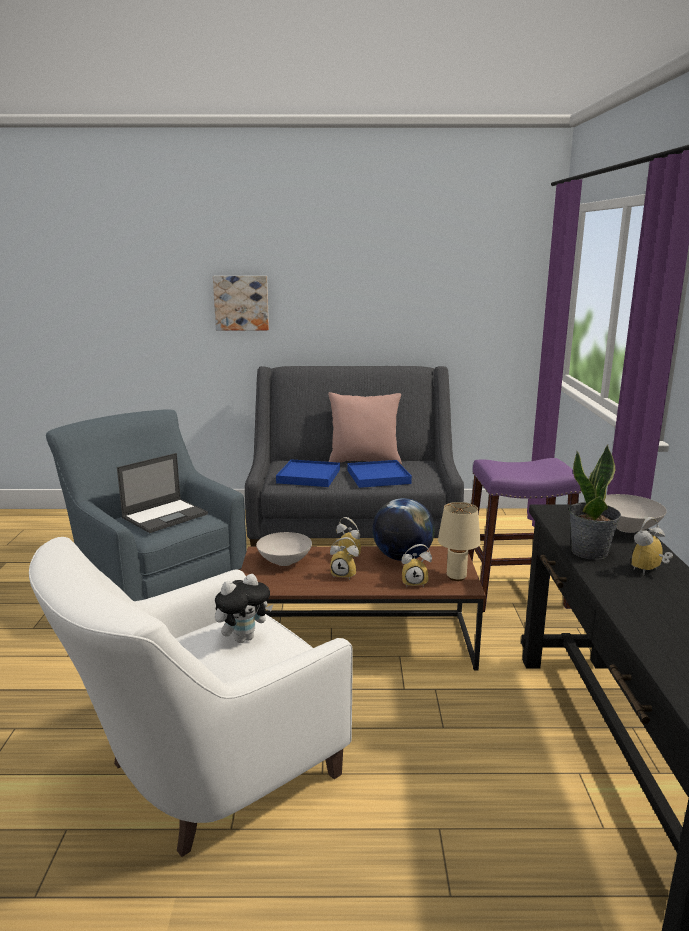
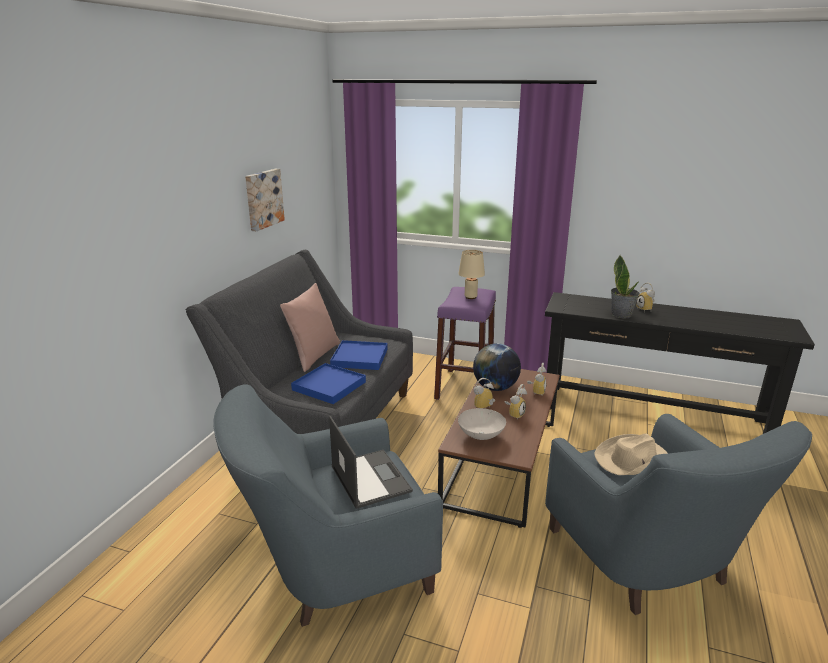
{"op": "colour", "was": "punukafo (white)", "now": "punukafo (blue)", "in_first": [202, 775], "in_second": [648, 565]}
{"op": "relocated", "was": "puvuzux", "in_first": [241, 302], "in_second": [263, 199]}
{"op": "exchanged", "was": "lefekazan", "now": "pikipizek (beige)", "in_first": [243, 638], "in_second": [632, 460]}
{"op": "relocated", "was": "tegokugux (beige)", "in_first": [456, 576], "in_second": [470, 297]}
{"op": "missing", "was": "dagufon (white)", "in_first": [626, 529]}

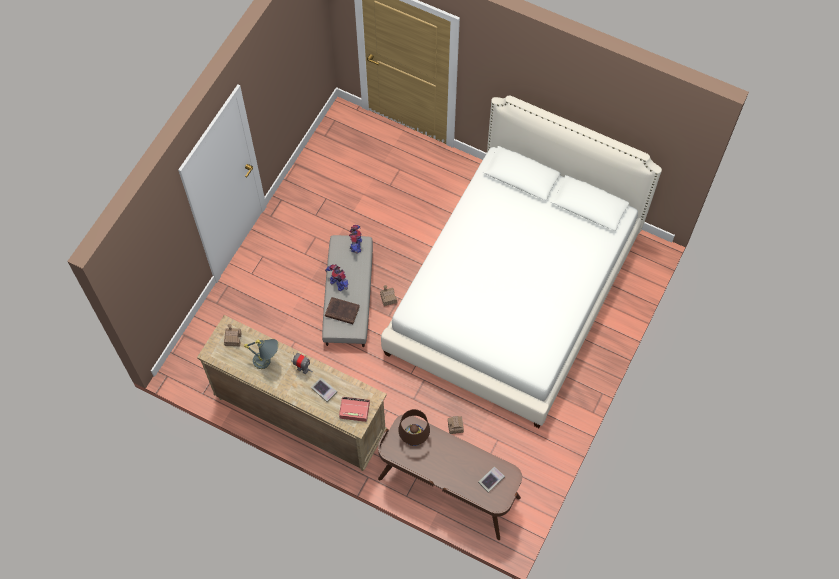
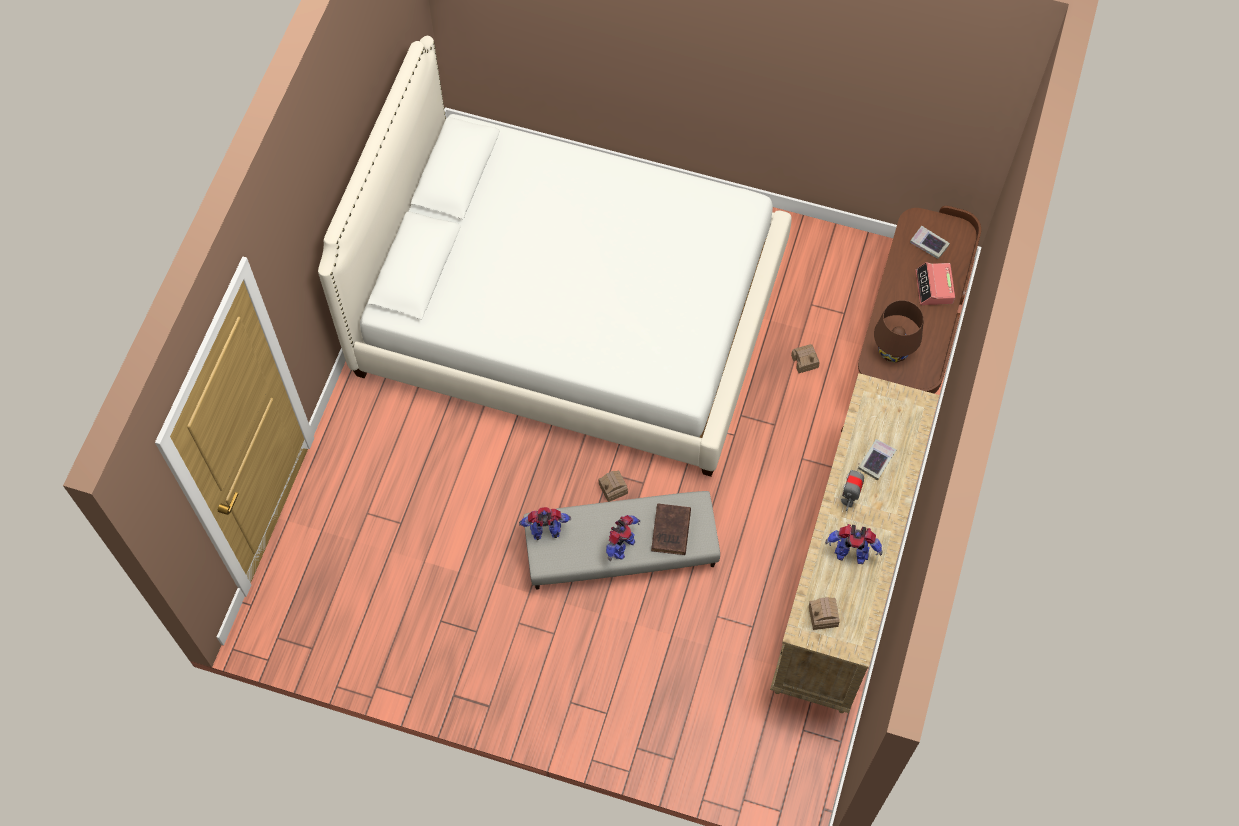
{"op": "exchanged", "was": "tegokugux (grey)", "now": "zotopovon", "in_first": [268, 362], "in_second": [851, 553]}
{"op": "relocated", "was": "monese", "in_first": [354, 409], "in_second": [934, 287]}

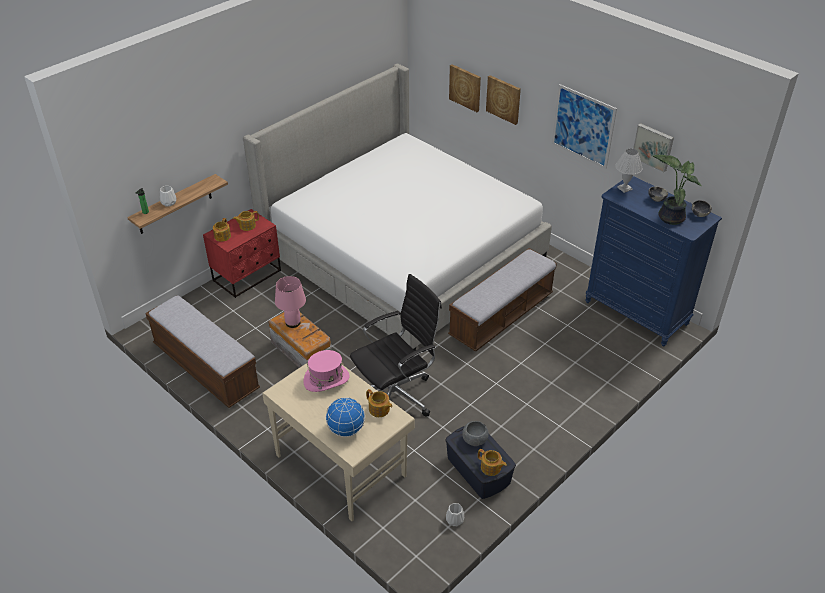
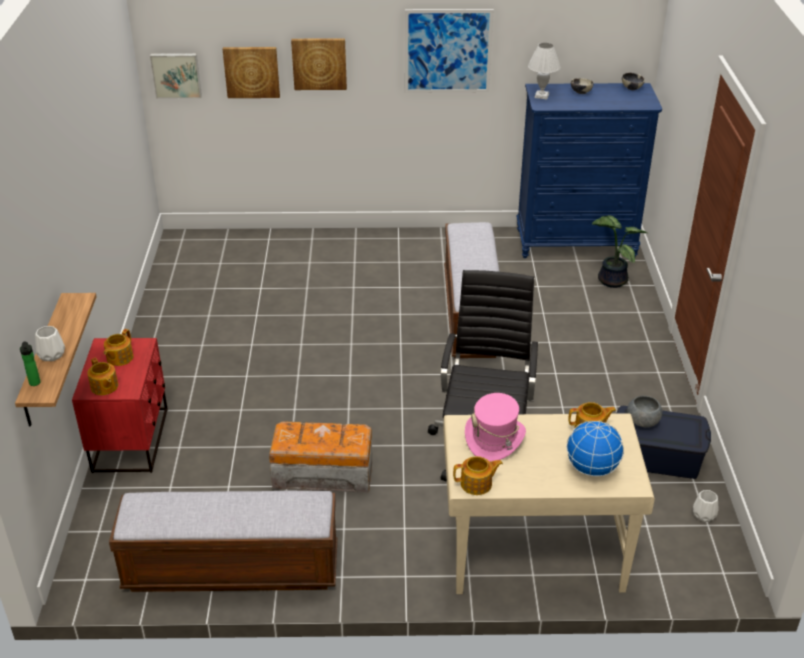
{"op": "missing", "was": "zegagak", "in_first": [403, 255]}
{"op": "missing", "was": "tegokugux (pink)", "in_first": [293, 322]}
{"op": "relocated", "was": "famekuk", "in_first": [491, 468], "in_second": [477, 484]}
{"op": "relocated", "was": "puvuzux", "in_first": [653, 146], "in_second": [176, 75]}
{"op": "relocated", "was": "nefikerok", "in_first": [670, 217], "in_second": [610, 280]}

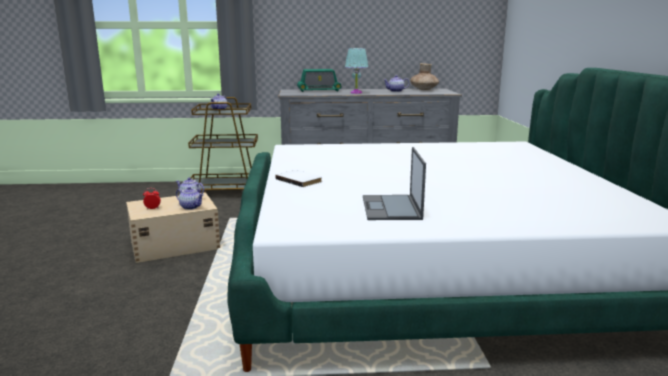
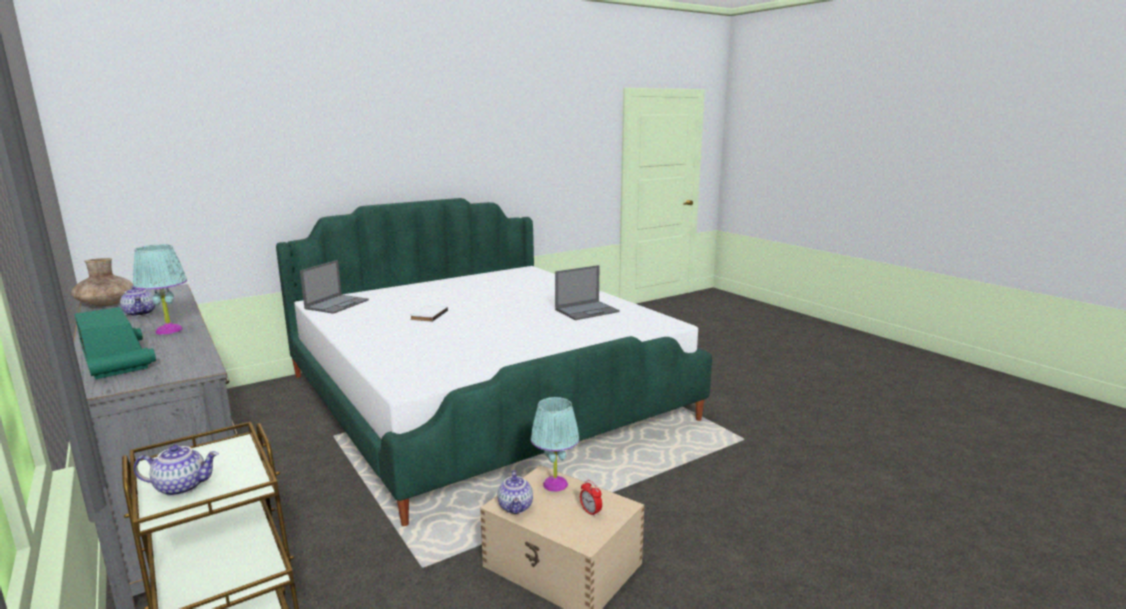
{"op": "exchanged", "was": "famekuk", "now": "tegokugux (turquoise)", "in_first": [191, 207], "in_second": [555, 484]}
{"op": "relocated", "was": "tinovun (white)", "in_first": [300, 180], "in_second": [428, 315]}
{"op": "appeared", "now": "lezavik", "in_second": [337, 304]}

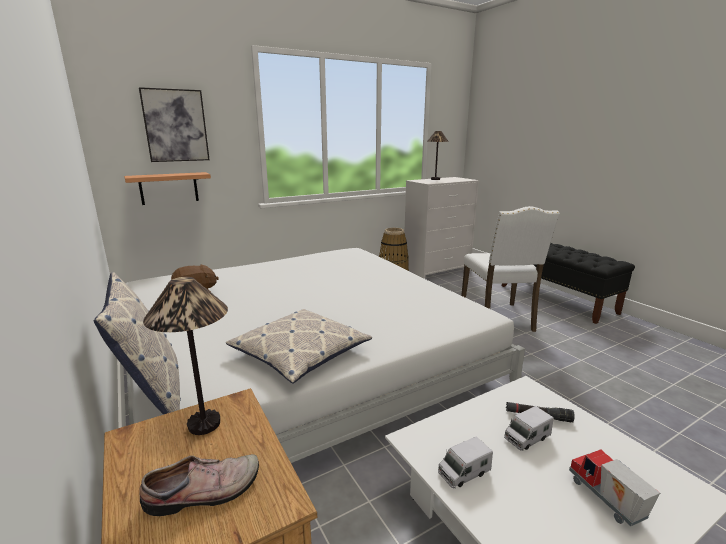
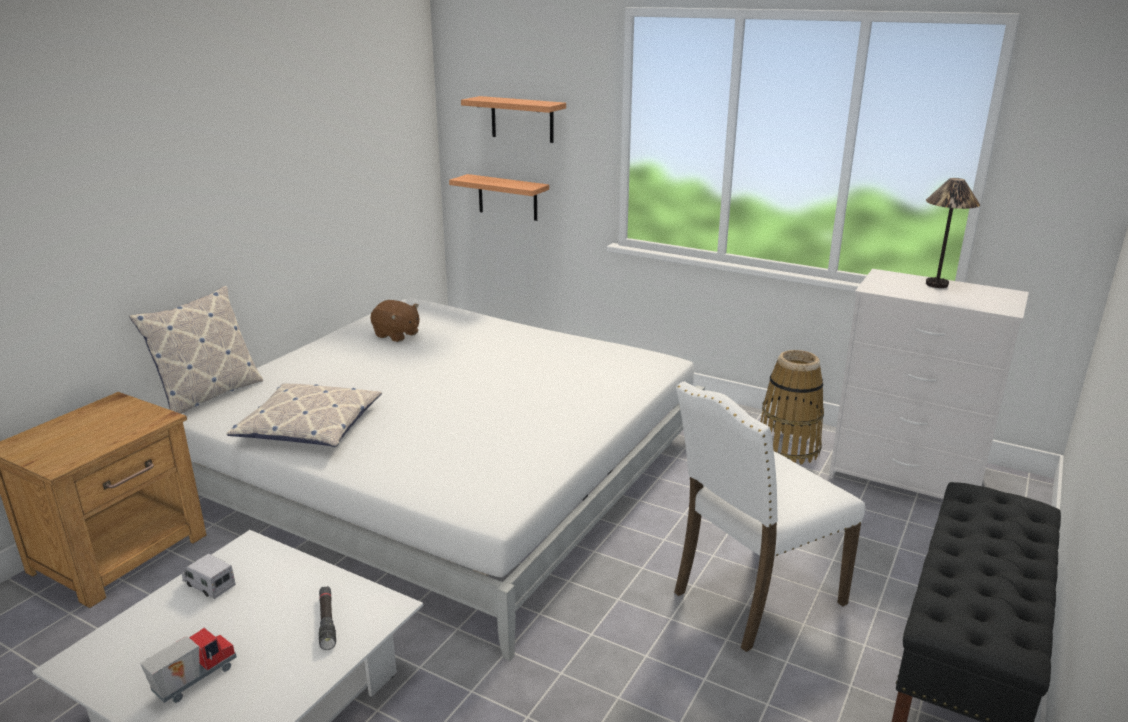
{"op": "exchanged", "was": "puvuzux", "now": "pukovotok", "in_first": [175, 126], "in_second": [522, 119]}
{"op": "missing", "was": "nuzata", "in_first": [205, 493]}
{"op": "missing", "was": "tegokugux", "in_first": [204, 423]}
{"op": "missing", "was": "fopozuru", "in_first": [526, 438]}

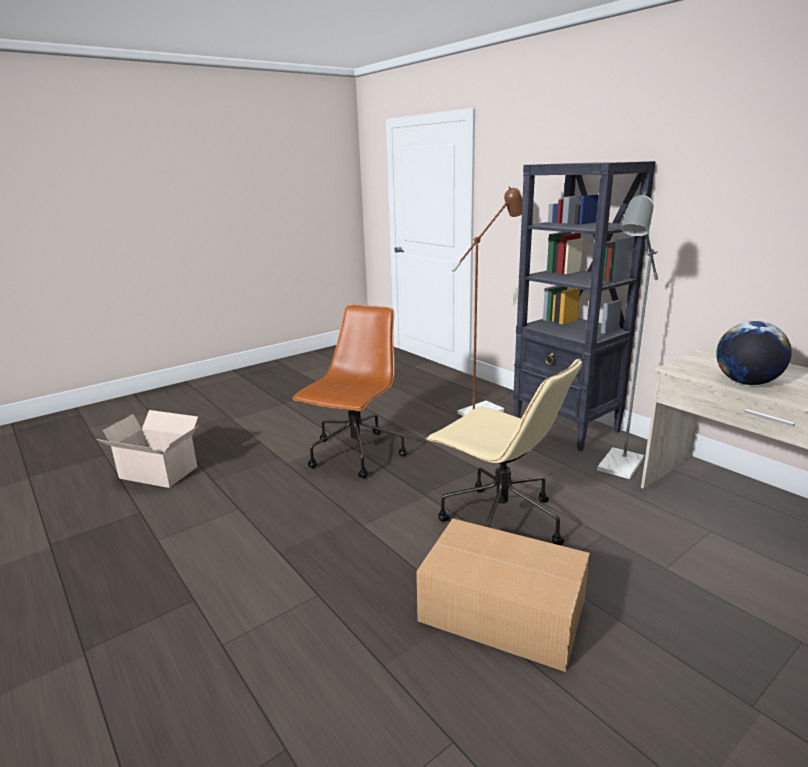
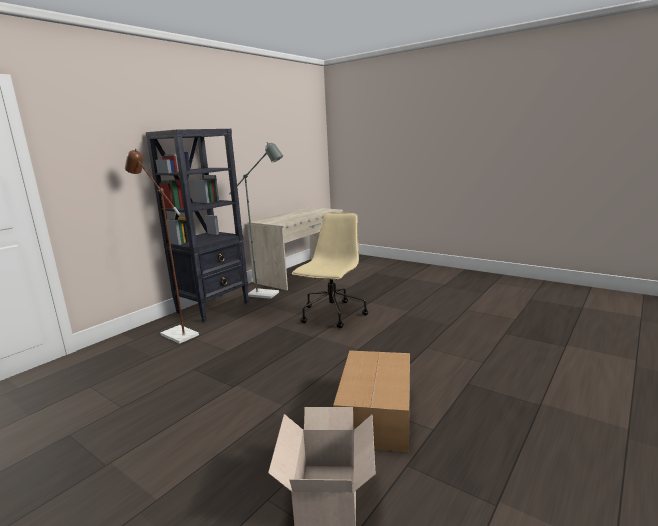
{"op": "missing", "was": "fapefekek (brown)", "in_first": [356, 455]}
{"op": "relocated", "was": "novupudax", "in_first": [500, 610], "in_second": [375, 415]}
{"op": "missing", "was": "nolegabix", "in_first": [746, 382]}

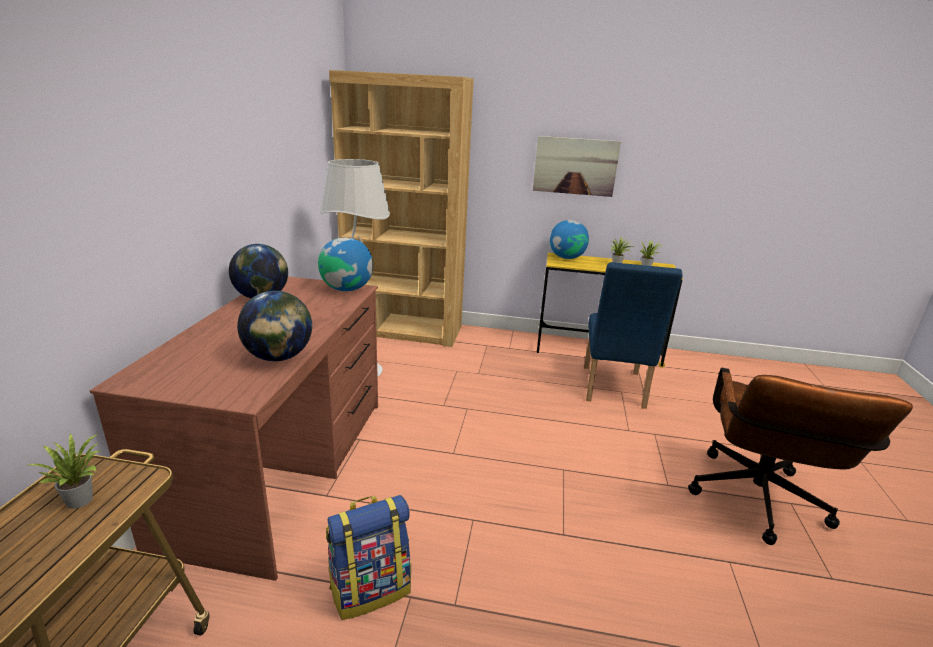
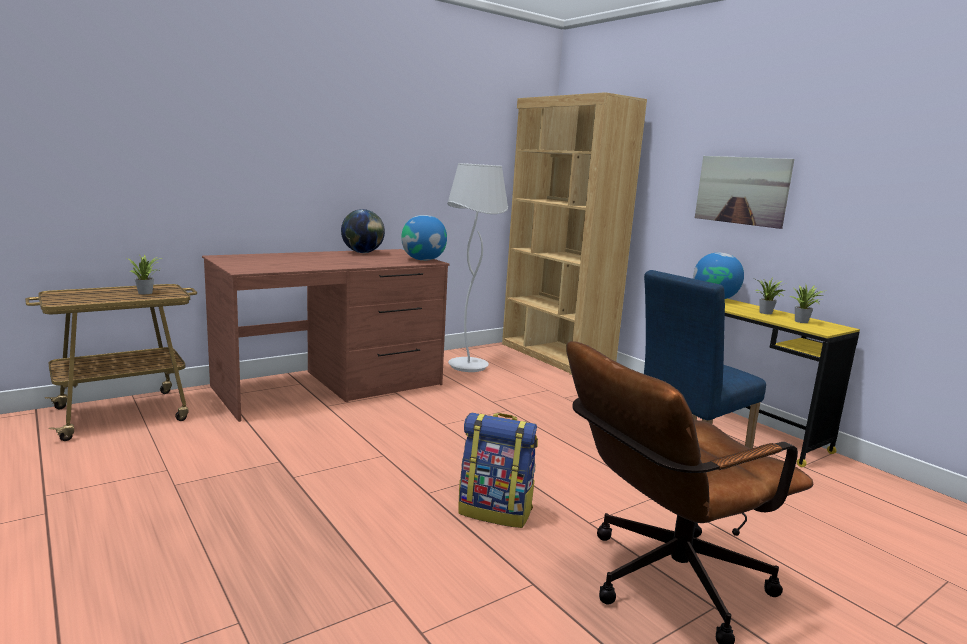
{"op": "missing", "was": "nolegabix", "in_first": [279, 357]}
{"op": "relocated", "was": "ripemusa", "in_first": [370, 589], "in_second": [496, 511]}

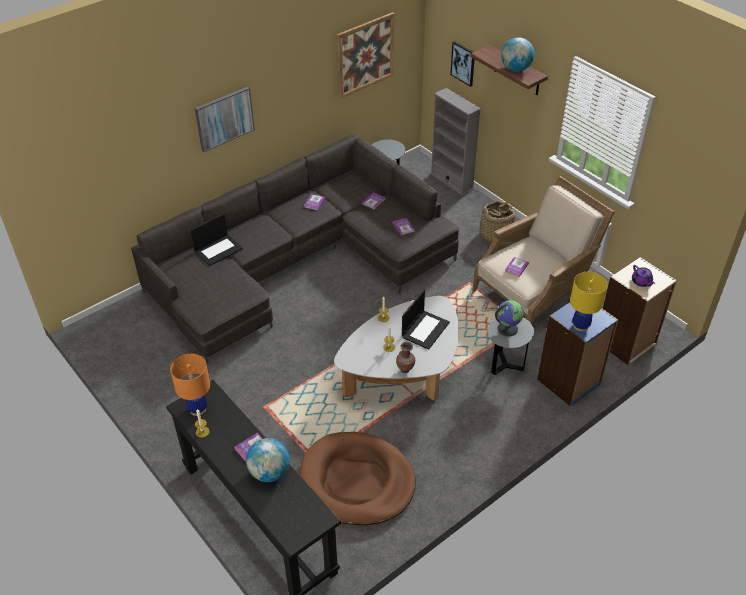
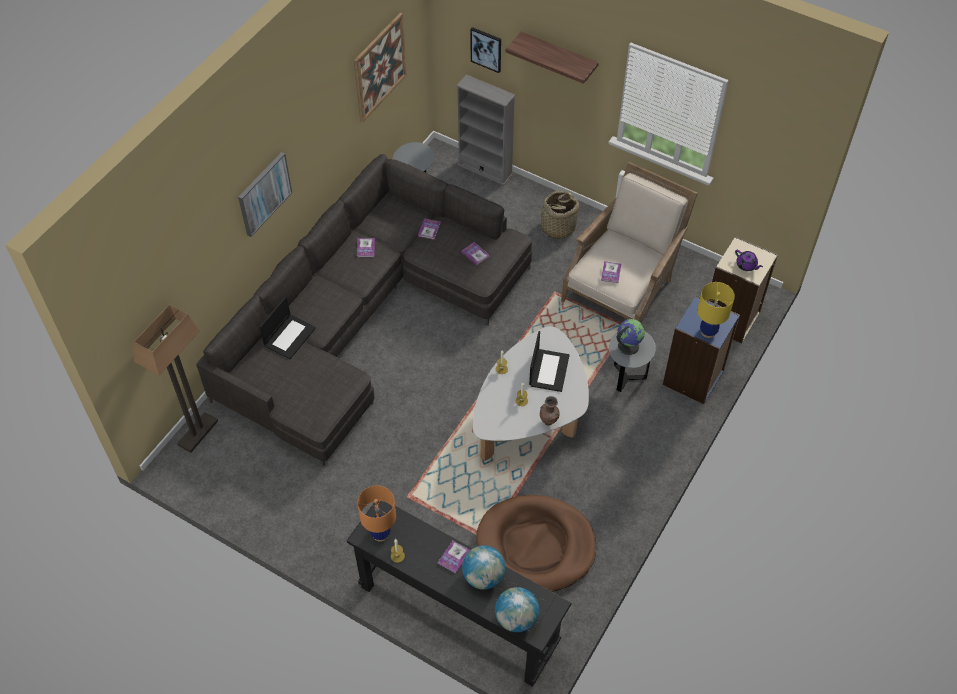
{"op": "relocated", "was": "nolegabix", "in_first": [516, 69], "in_second": [516, 618]}
{"op": "appeared", "now": "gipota", "in_second": [198, 432]}

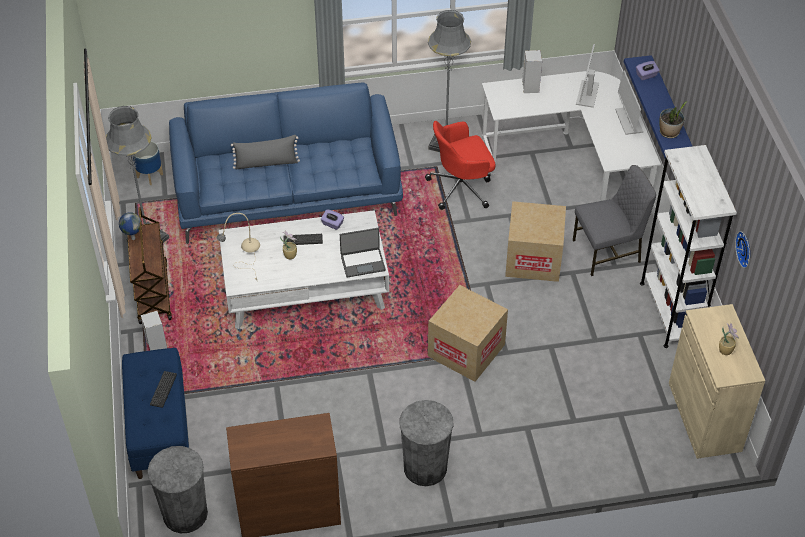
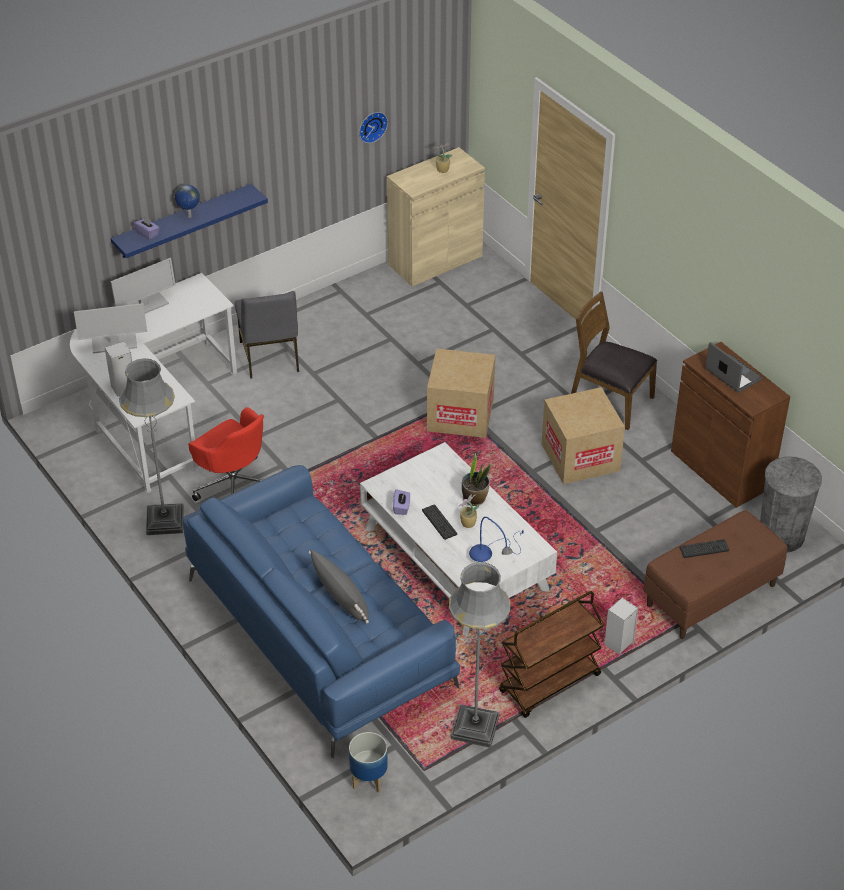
{"op": "relocated", "was": "nolegabix", "in_first": [133, 238], "in_second": [189, 217]}
{"op": "colour", "was": "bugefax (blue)", "now": "bugefax (brown)", "in_first": [159, 428], "in_second": [711, 596]}
{"op": "colour", "was": "tegokugux (beige)", "now": "tegokugux (blue)", "in_first": [245, 257], "in_second": [494, 558]}
{"op": "relocated", "was": "lezavik", "in_first": [363, 262], "in_second": [732, 375]}
{"op": "exchanged", "was": "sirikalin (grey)", "now": "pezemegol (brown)", "in_first": [425, 467], "in_second": [610, 401]}
{"op": "relocated", "was": "novupudax", "in_first": [533, 259], "in_second": [580, 457]}
{"op": "spun", "was": "pezemegol (grey)", "in_first": [608, 252], "in_second": [270, 357], "clockwise": -150}
{"op": "missing", "was": "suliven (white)", "in_first": [670, 312]}
{"op": "relocated", "was": "nefikerok", "in_first": [669, 132], "in_second": [475, 498]}

